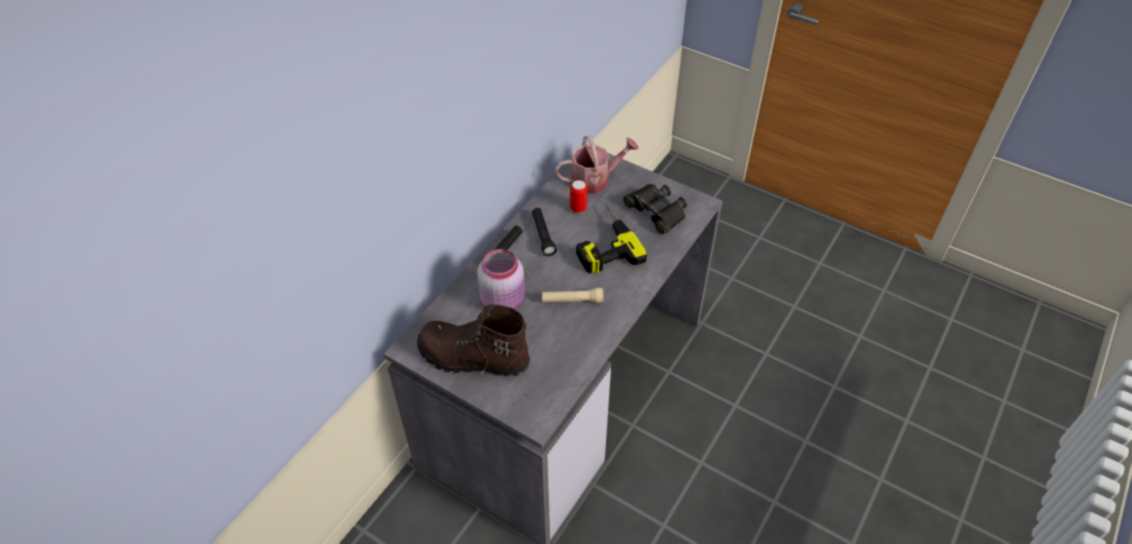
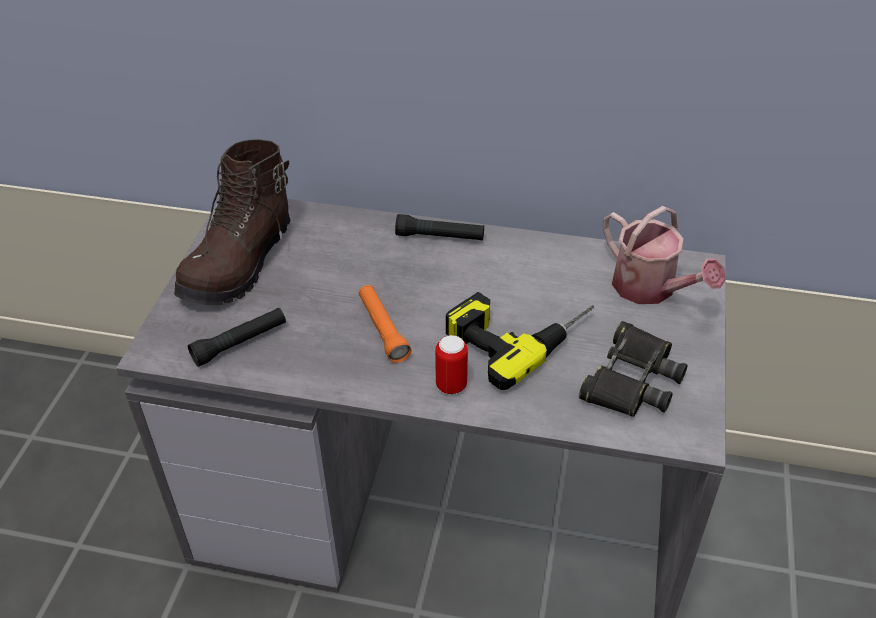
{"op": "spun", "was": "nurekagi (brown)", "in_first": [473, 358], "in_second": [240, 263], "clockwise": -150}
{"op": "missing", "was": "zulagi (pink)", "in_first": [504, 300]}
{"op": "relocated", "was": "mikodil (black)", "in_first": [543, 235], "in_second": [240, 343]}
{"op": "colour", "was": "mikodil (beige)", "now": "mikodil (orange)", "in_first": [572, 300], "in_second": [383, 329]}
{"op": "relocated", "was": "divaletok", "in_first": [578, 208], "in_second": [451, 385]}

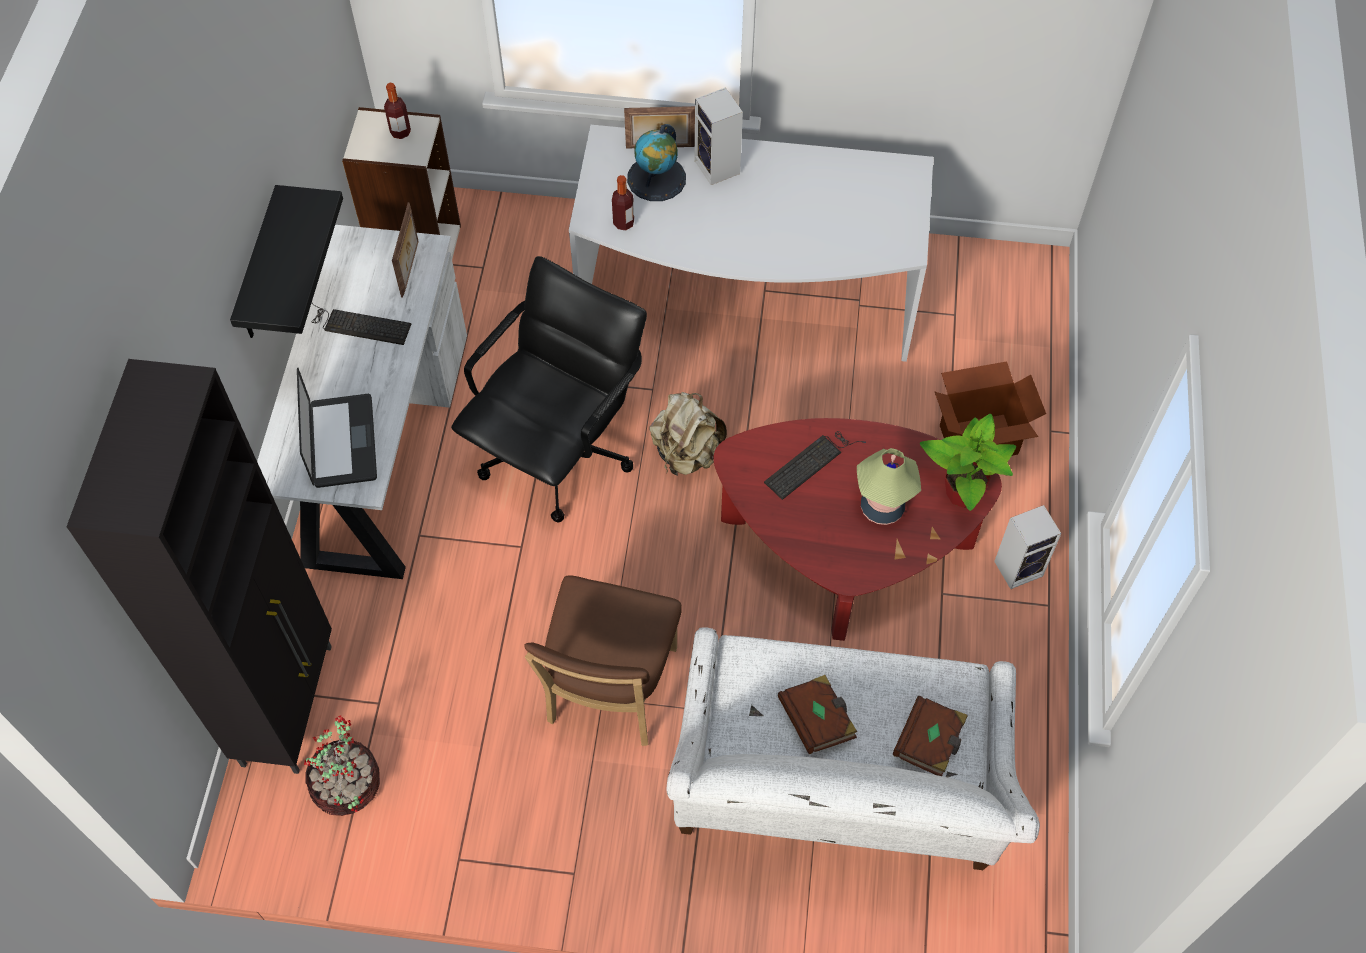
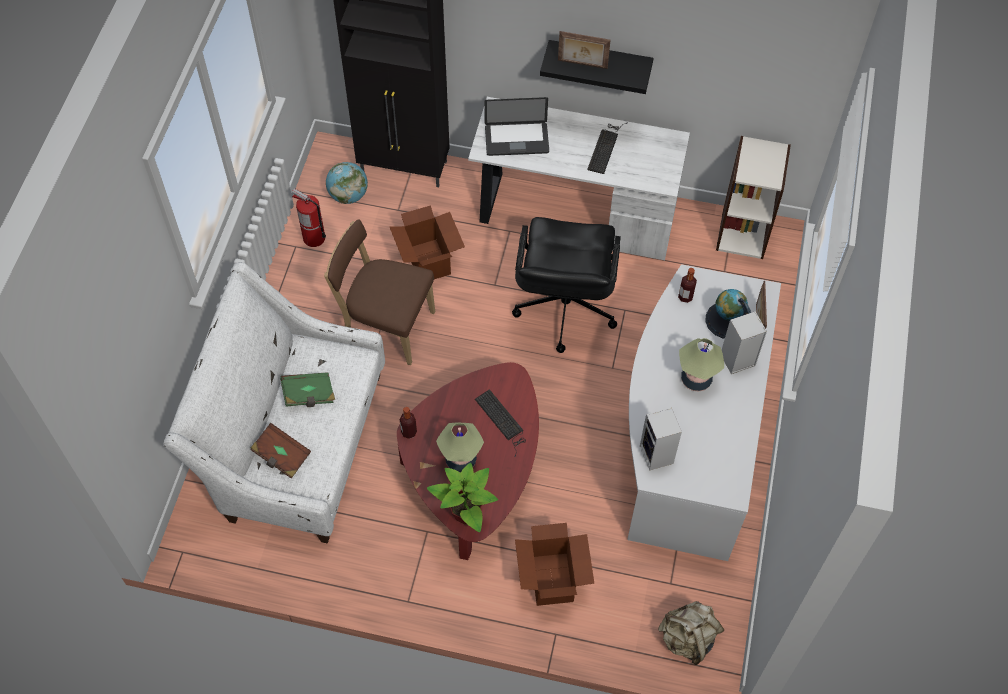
{"op": "exchanged", "was": "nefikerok", "now": "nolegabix", "in_first": [348, 787], "in_second": [348, 195]}
{"op": "relocated", "was": "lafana", "in_first": [400, 132], "in_second": [409, 432]}
{"op": "relocated", "was": "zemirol", "in_first": [411, 268], "in_second": [582, 65]}
{"op": "spun", "was": "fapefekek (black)", "in_first": [559, 453], "in_second": [564, 309], "clockwise": 60}
{"op": "relocated", "was": "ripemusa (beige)", "in_first": [686, 453], "in_second": [688, 639]}
{"op": "colour", "was": "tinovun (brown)", "now": "tinovun (green)", "in_first": [817, 720], "in_second": [309, 395]}
{"op": "relocated", "was": "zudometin", "in_first": [1019, 567], "in_second": [657, 455]}
{"op": "appeared", "now": "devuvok", "in_second": [313, 238]}
{"op": "appeared", "now": "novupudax", "in_second": [429, 261]}
{"op": "appeared", "now": "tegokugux", "in_second": [696, 379]}

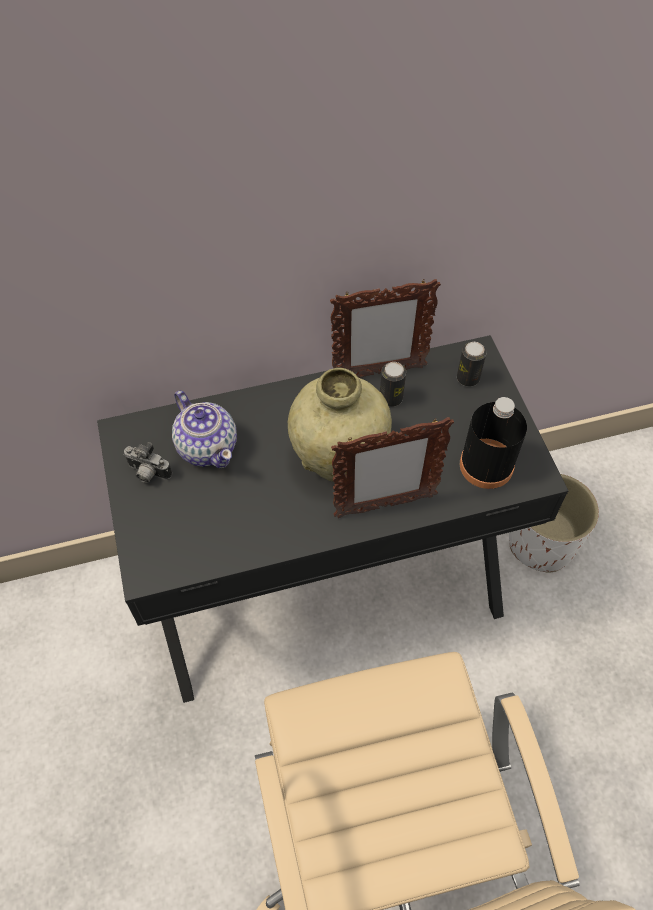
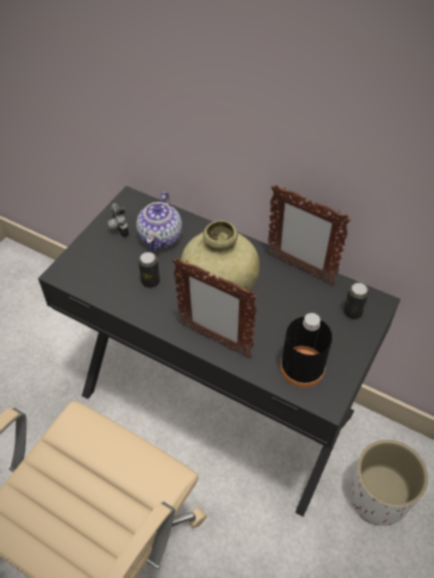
{"op": "relocated", "was": "divaletok", "in_first": [390, 398], "in_second": [150, 281]}

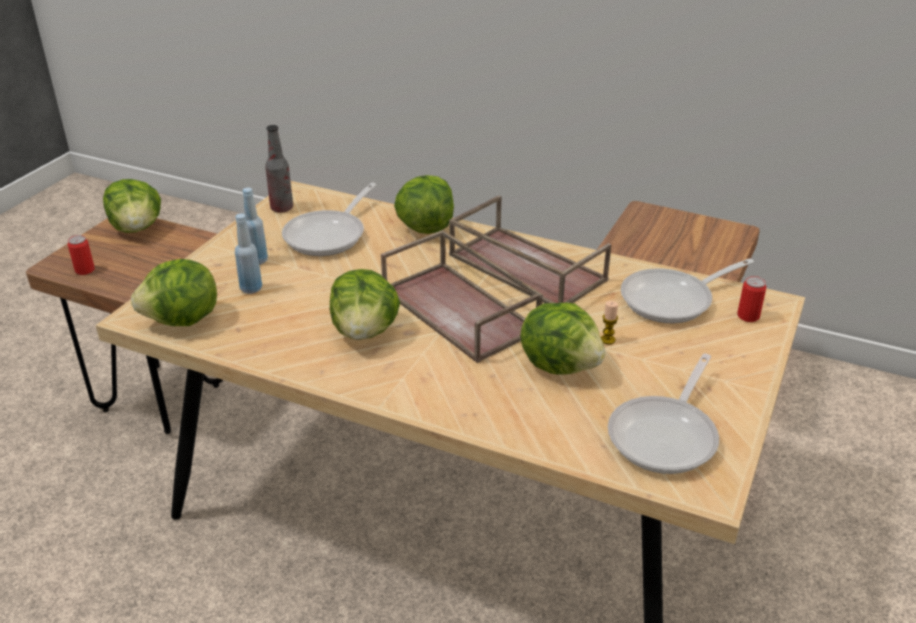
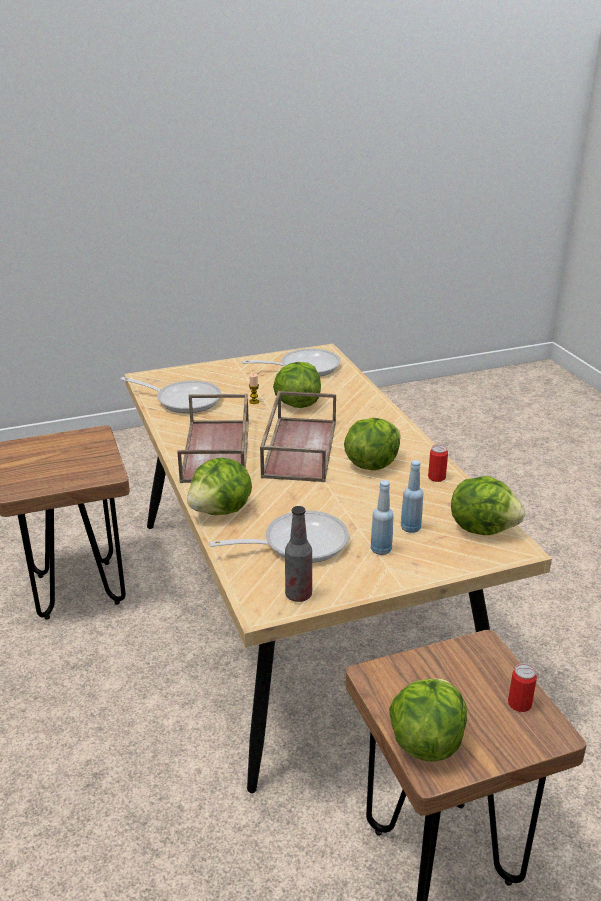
{"op": "relocated", "was": "divaletok", "in_first": [748, 316], "in_second": [436, 477]}

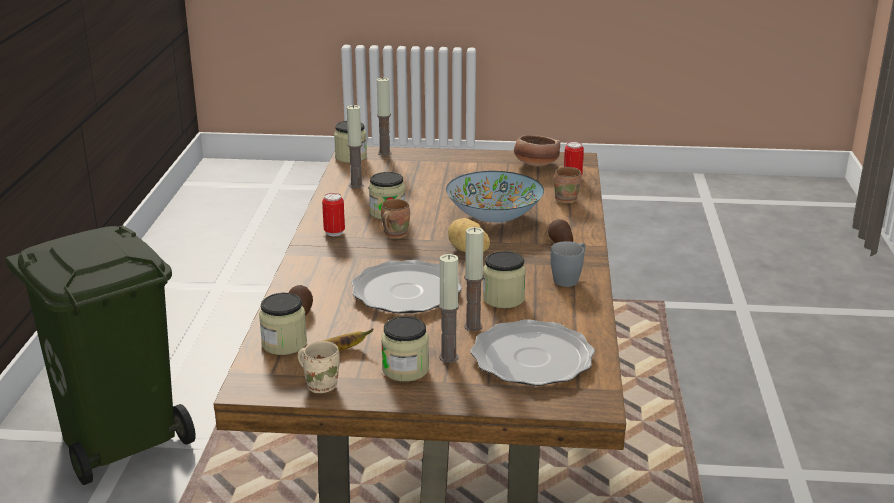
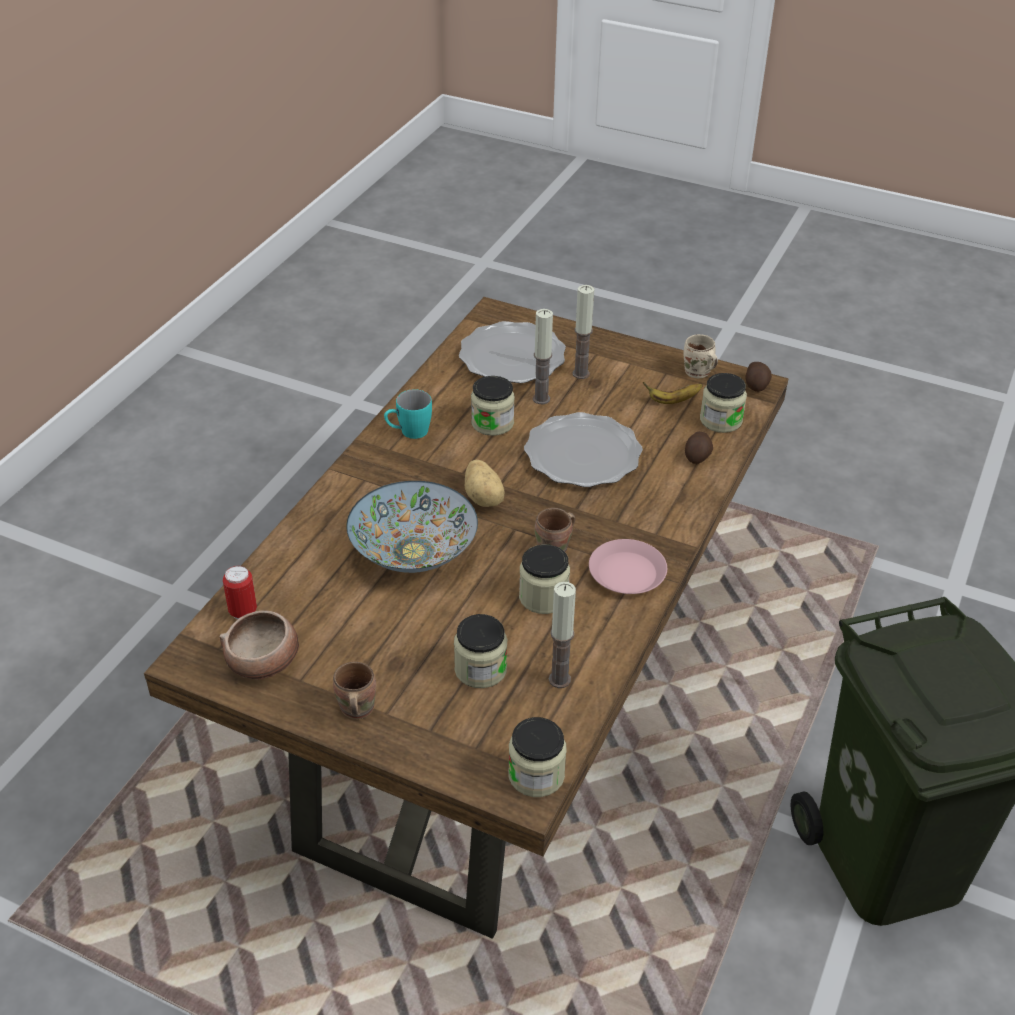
{"op": "exchanged", "was": "divaletok", "now": "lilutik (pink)", "in_first": [334, 232], "in_second": [626, 572]}
{"op": "missing", "was": "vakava", "in_first": [384, 153]}
{"op": "relocated", "was": "zulagi", "in_first": [405, 369], "in_second": [480, 669]}
{"op": "relocated", "was": "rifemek", "in_first": [559, 242], "in_second": [756, 384]}
{"op": "colour", "was": "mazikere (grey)", "now": "mazikere (turquoise)", "in_first": [569, 278], "in_second": [408, 432]}
{"op": "relocated", "was": "mazikere (brown)", "in_first": [566, 199], "in_second": [355, 710]}

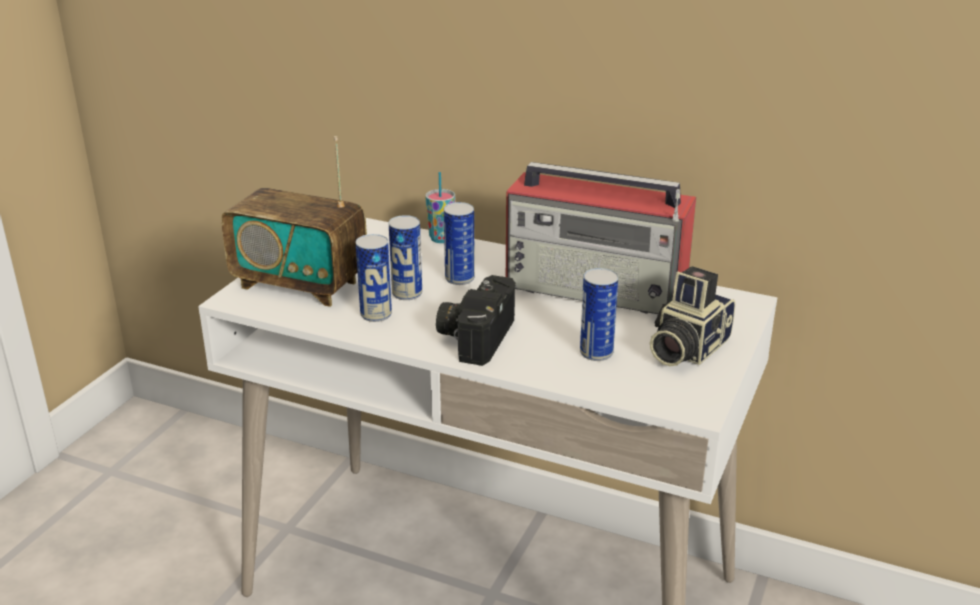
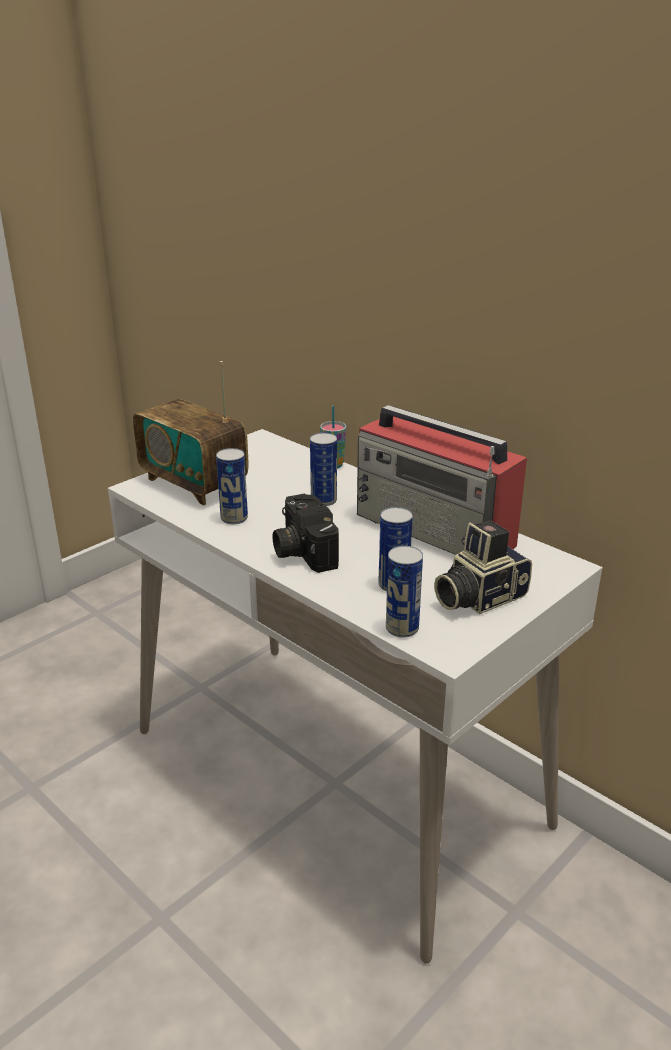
{"op": "relocated", "was": "divaletok", "in_first": [407, 293], "in_second": [402, 628]}
{"op": "spun", "was": "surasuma", "in_first": [475, 335], "in_second": [301, 550], "clockwise": -60}

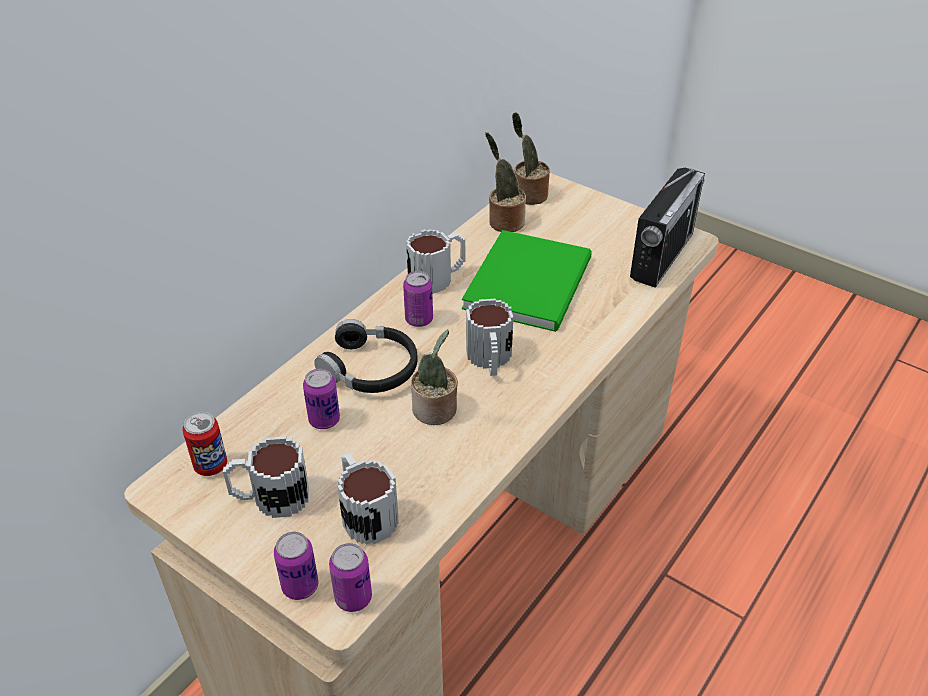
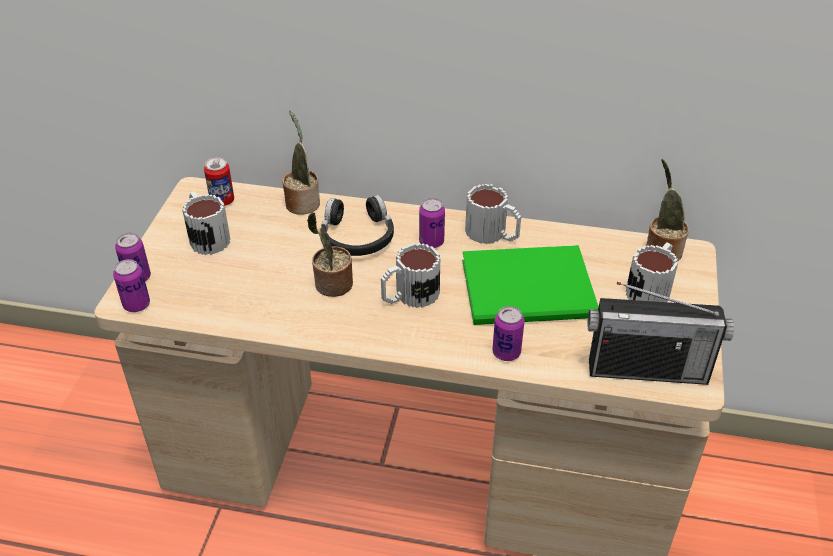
{"op": "relocated", "was": "divaletok", "in_first": [324, 420], "in_second": [506, 352]}
{"op": "relocated", "was": "mazikere", "in_first": [364, 512], "in_second": [651, 289]}
{"op": "relocated", "was": "nefikerok", "in_first": [504, 222], "in_second": [302, 202]}

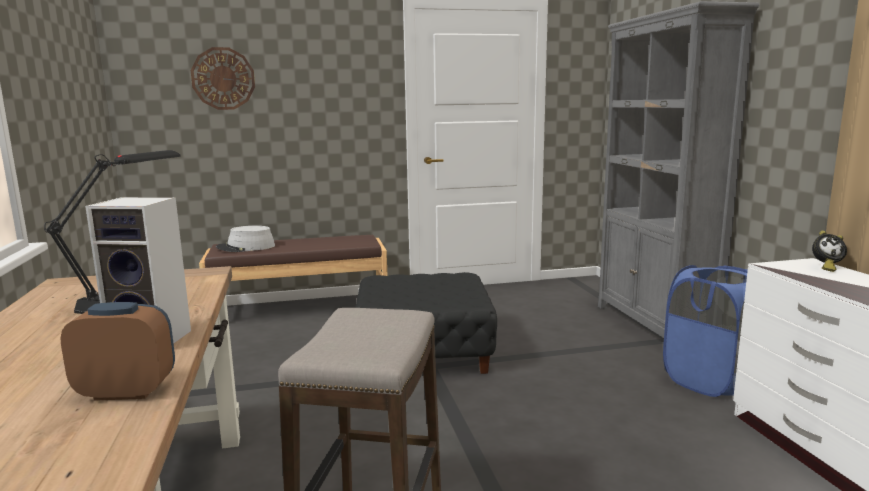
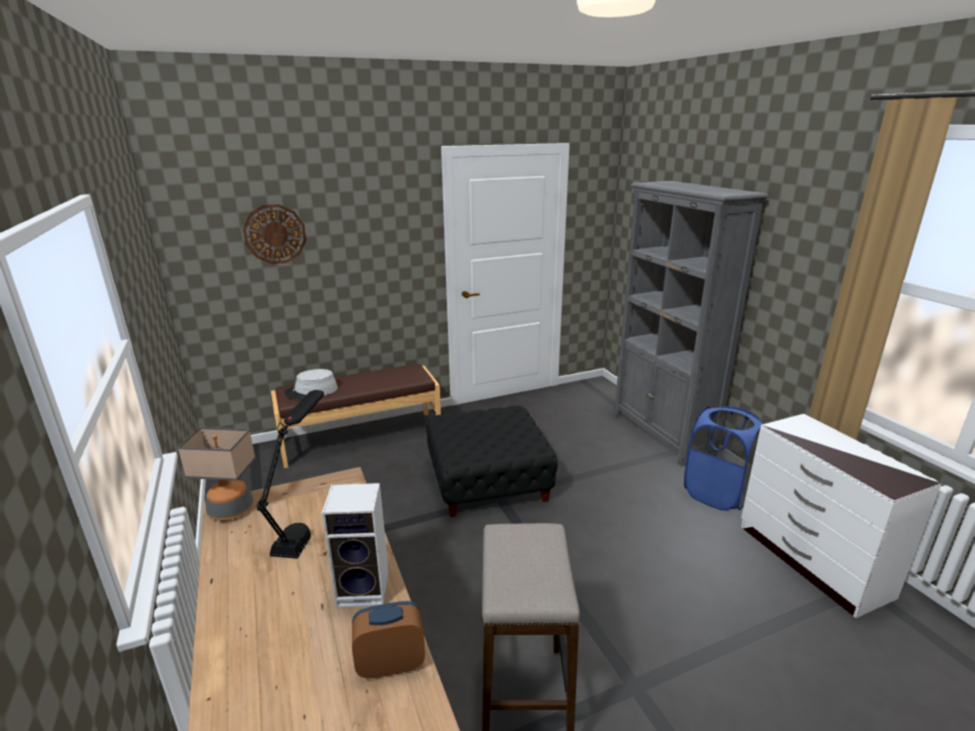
{"op": "missing", "was": "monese", "in_first": [825, 267]}
{"op": "appeared", "now": "tegokugux", "in_second": [231, 509]}

